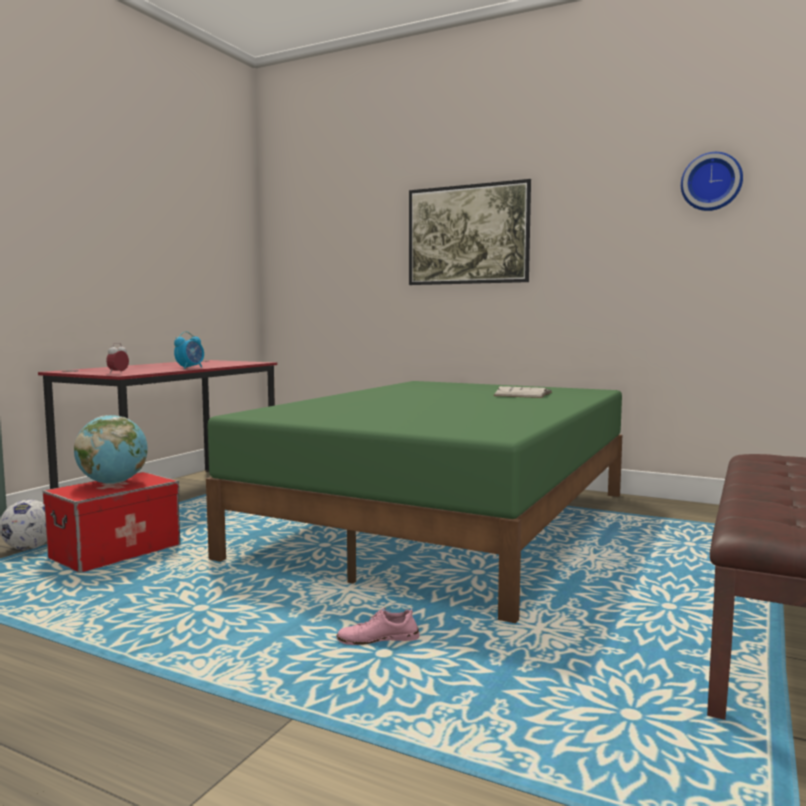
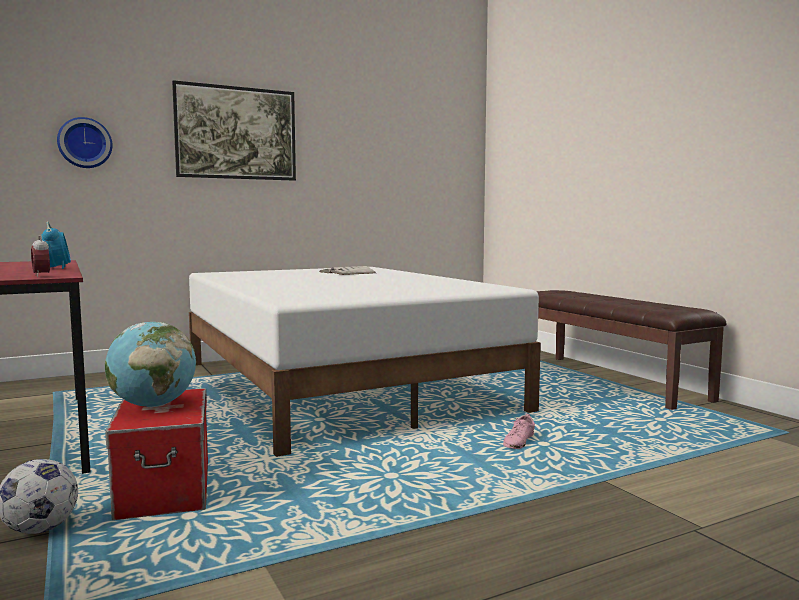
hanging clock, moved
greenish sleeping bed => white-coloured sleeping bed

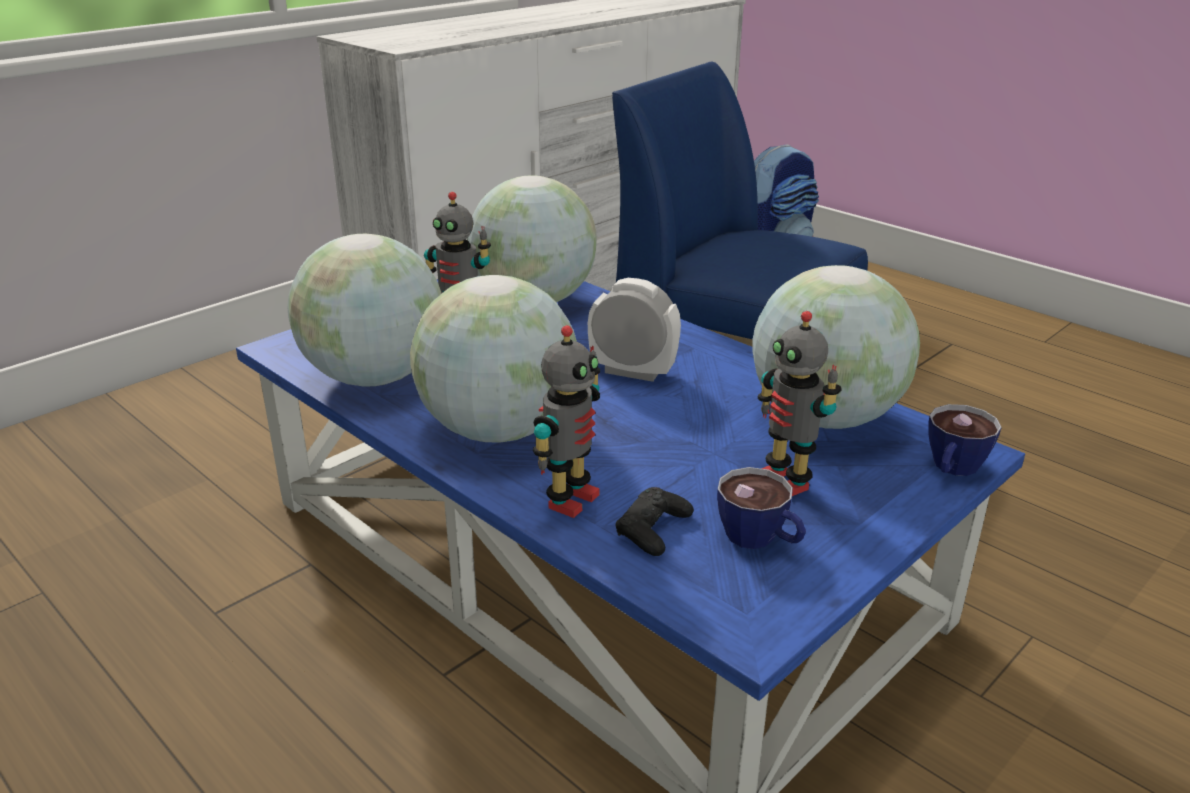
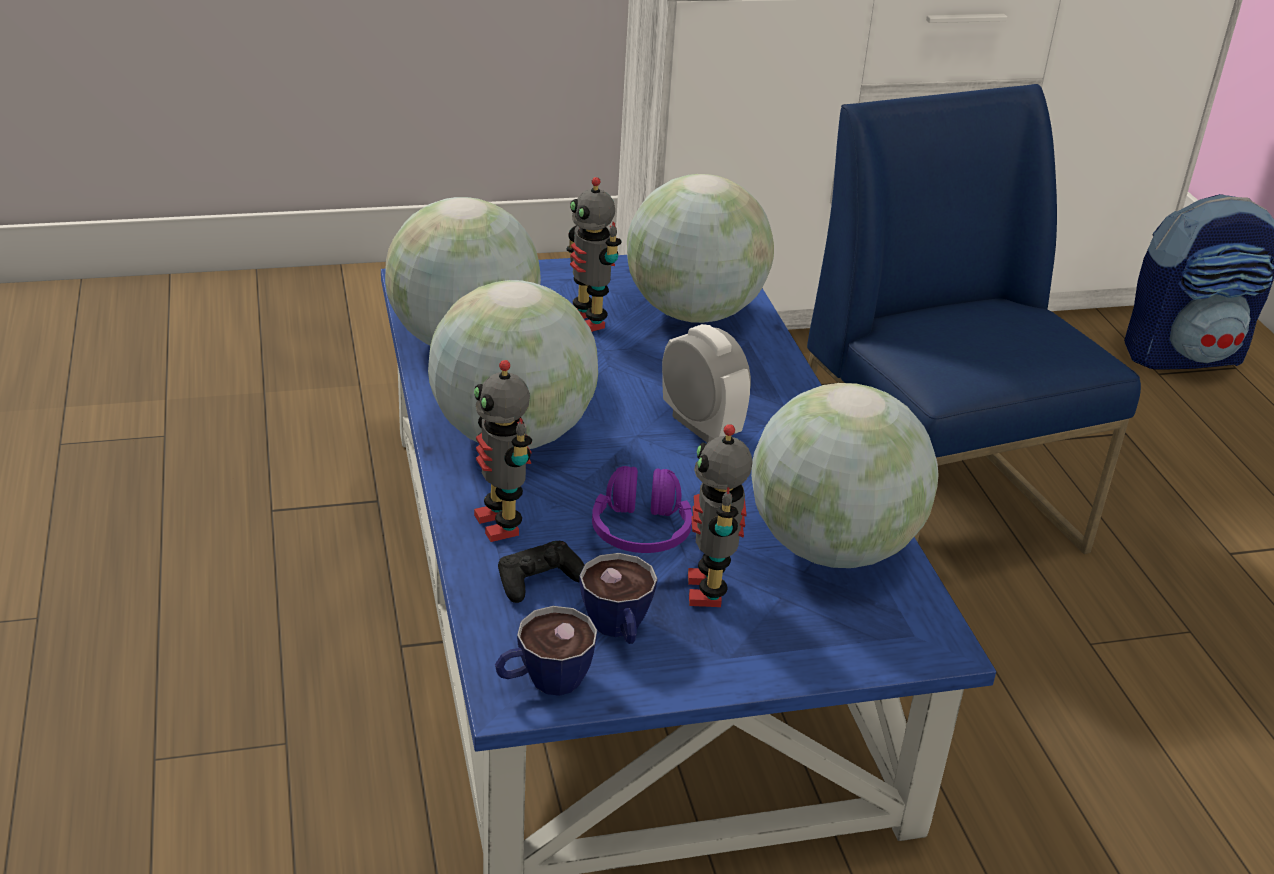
robot figure (2nd from left in the first image) => robot figure (1st from left), 90 degrees clockwise
drinking cup (2nd from left in the first image) => drinking cup (1st from left), moved
nothing => purplish headset

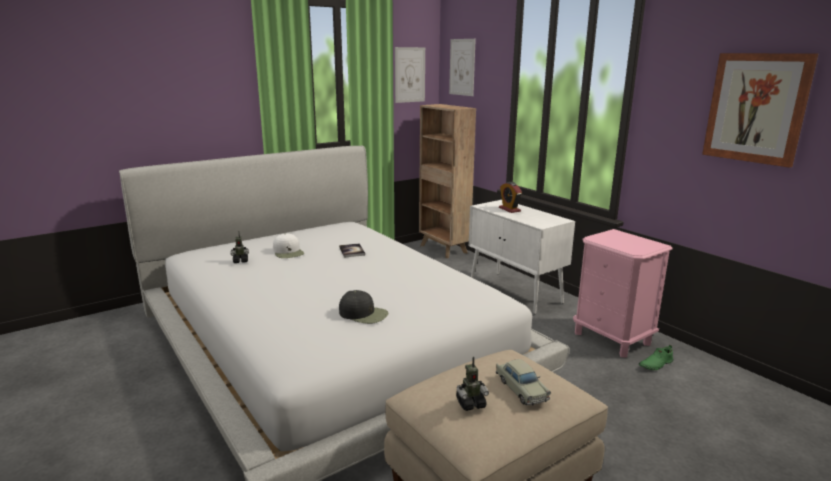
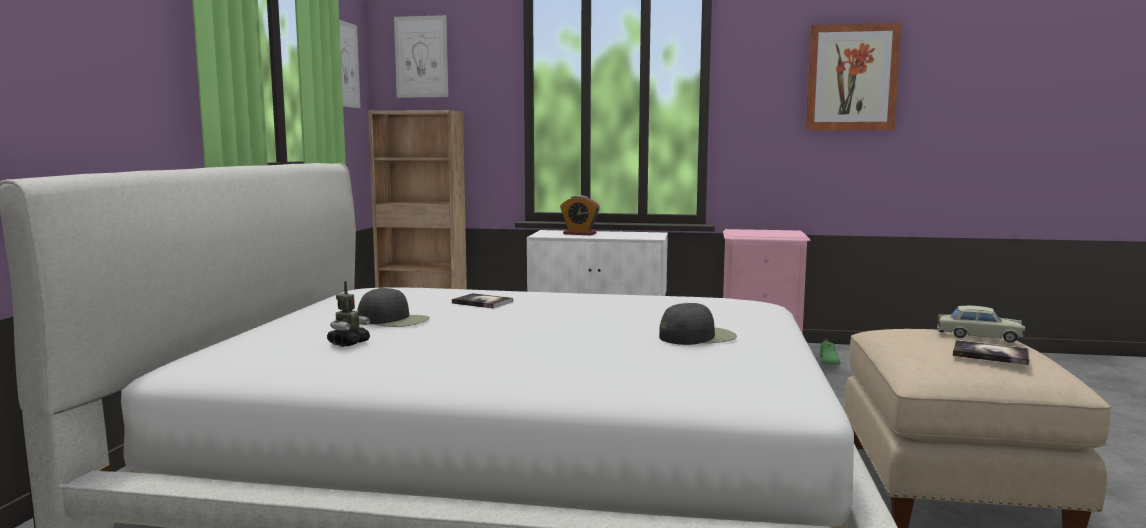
white-coloured baseball cap => black baseball cap (1st from left)
robot figure (2nd from left) => book (2nd from left)

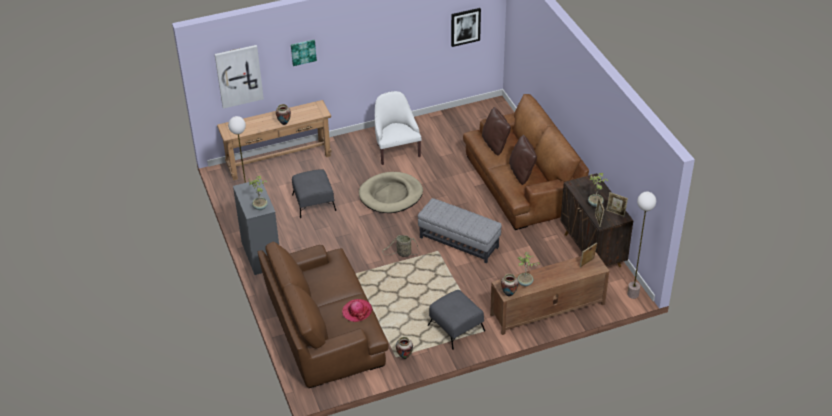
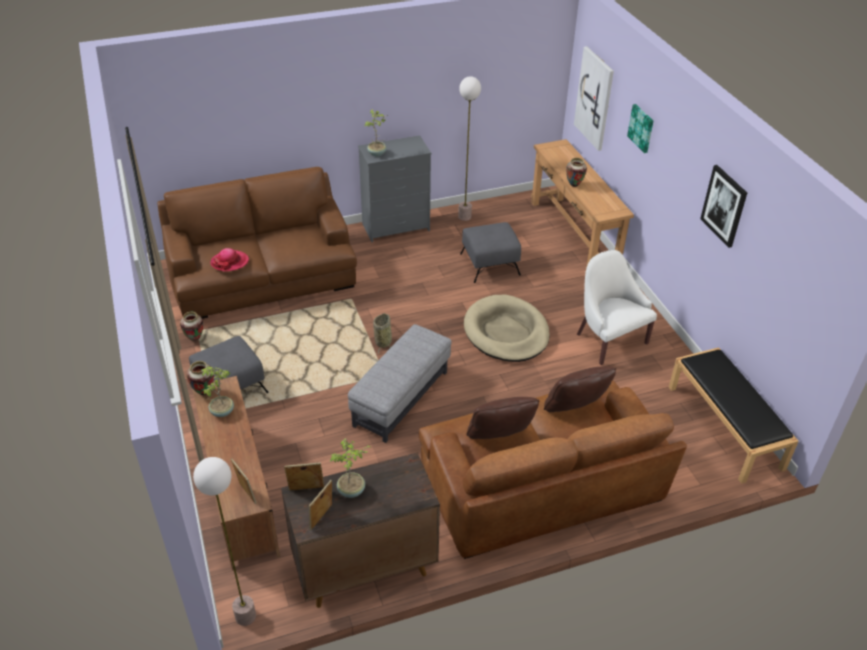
wall picture (3rd from left), moved
white-coloured armchair, 105 degrees counterclockwise
nothing => black indoor bench

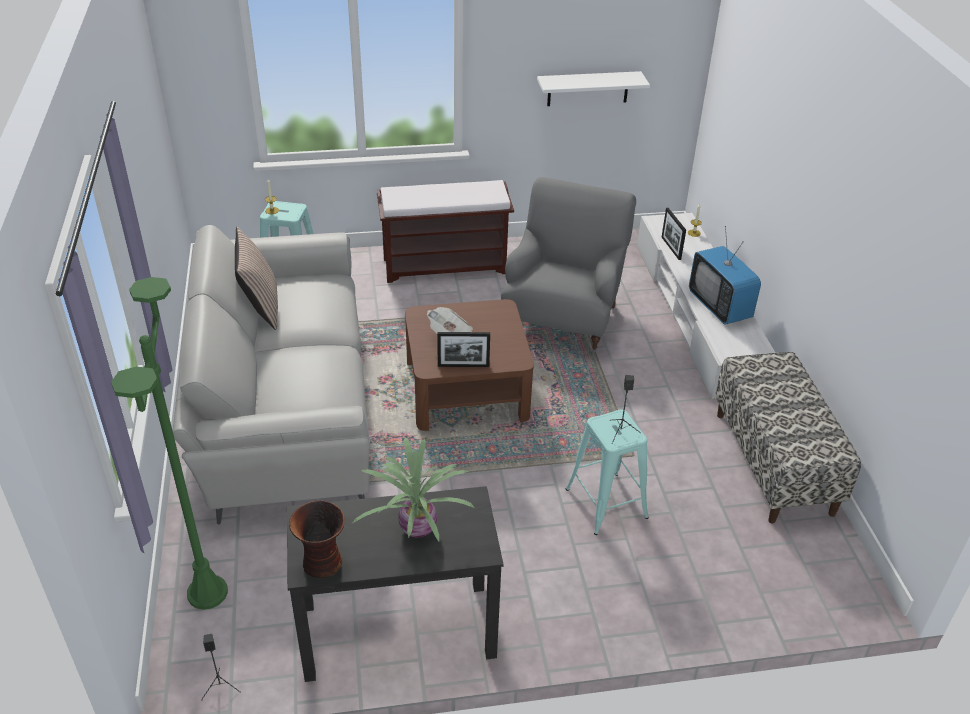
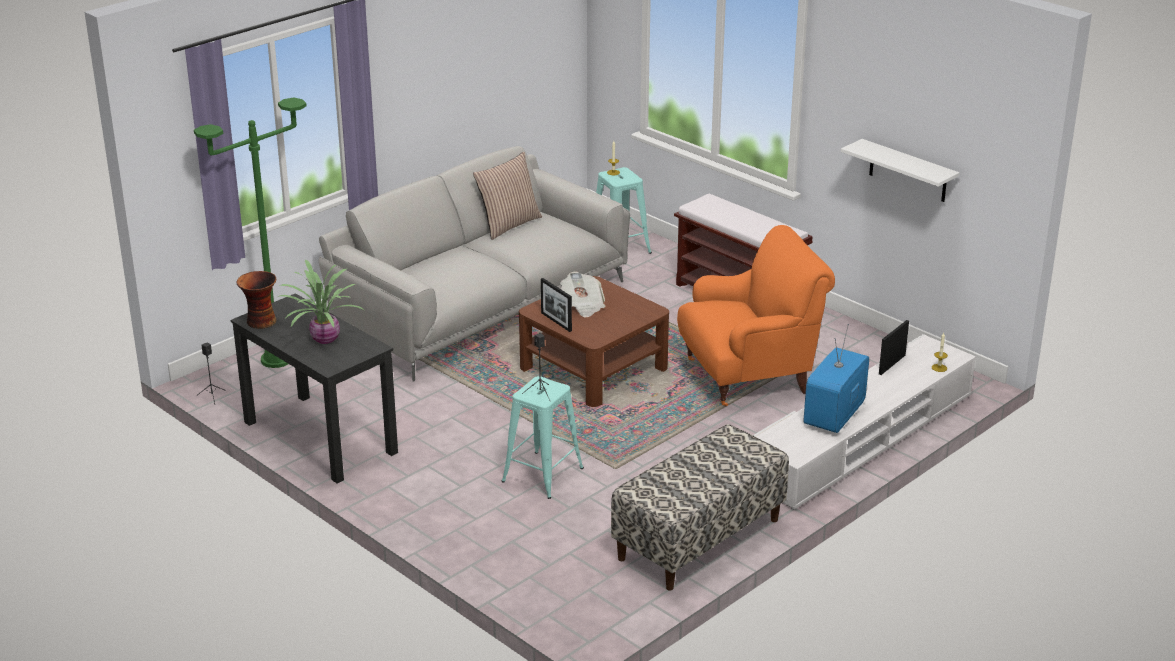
grey armchair => orange-coloured armchair

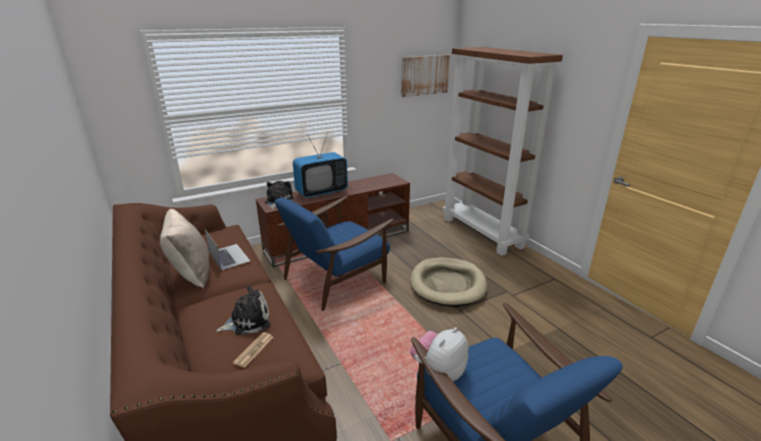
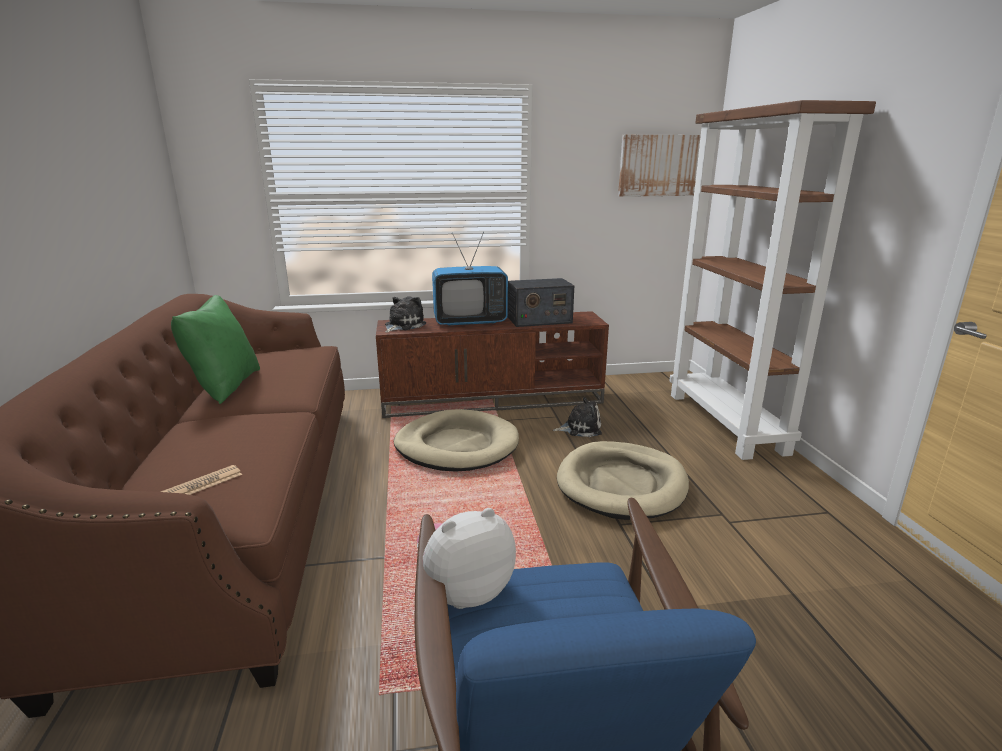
blue-coloured armchair (1st from left) => beige-coloured dog bed (1st from left)
beige-coloured pillow => greenish pillow
notebook computer => nothing
plush toy (1st from left in the first image) => plush toy (3rd from left), moved
nothing => radio receiver

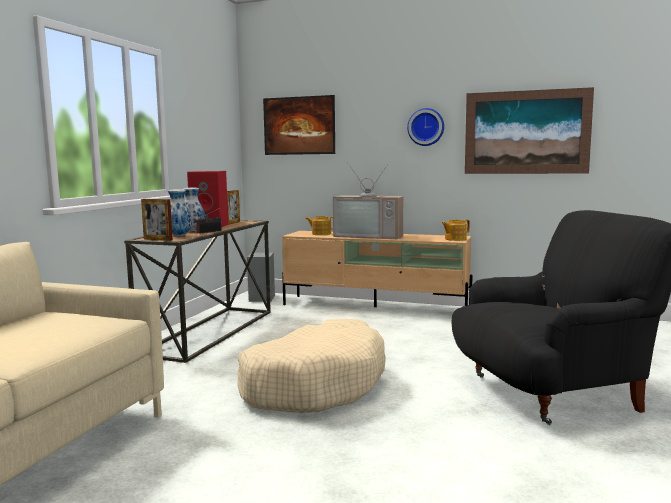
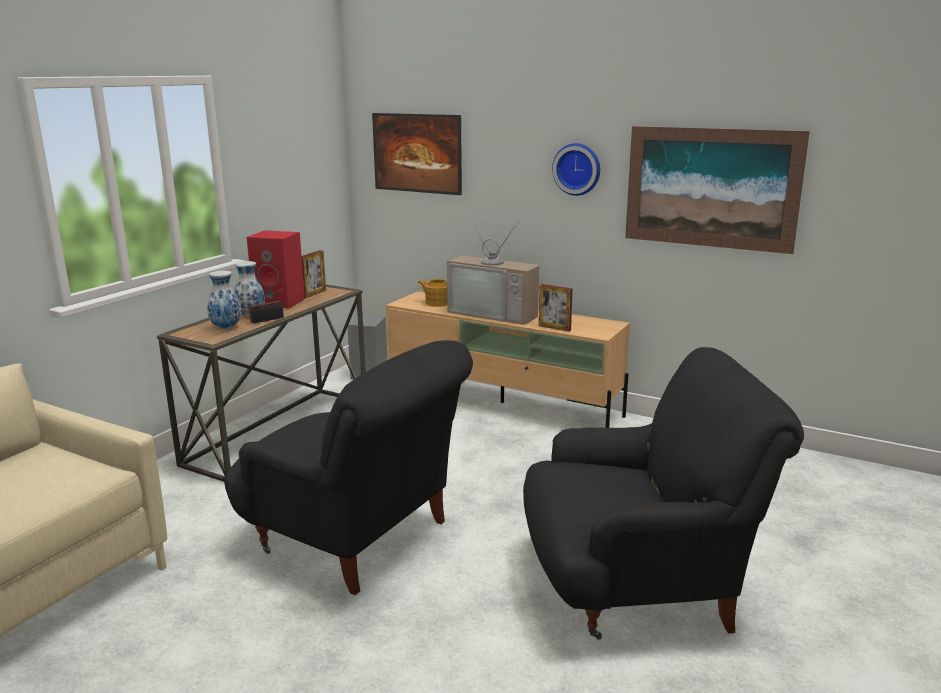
picture frame (1st from left in the first image) => picture frame (2nd from left), moved
pot for tea (2nd from left) => nothing
beige-coloured dog bed => black armchair (1st from left)

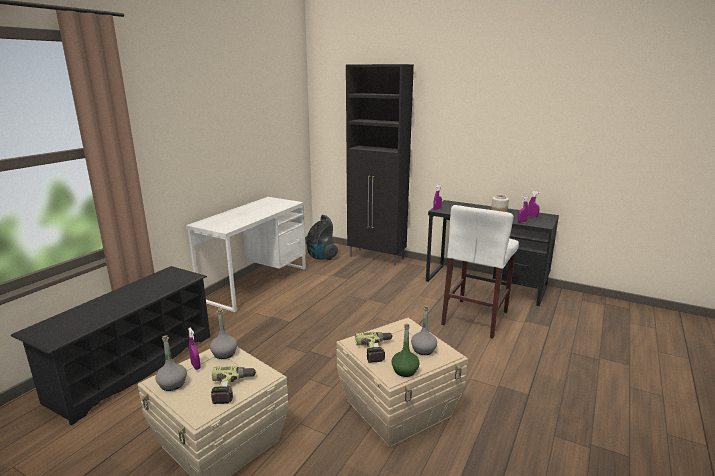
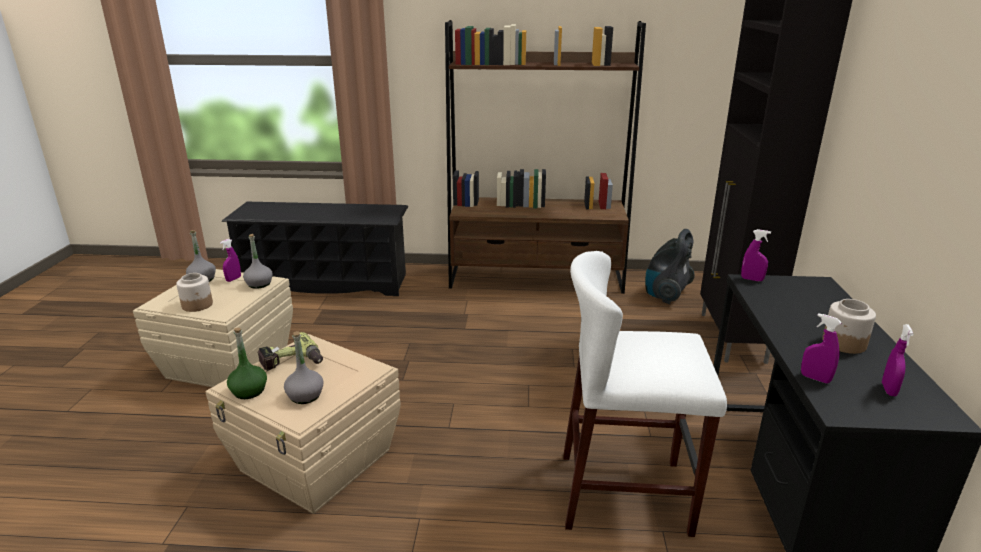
white-coloured desk table => brownish bookshelf
electric drill (1st from left) => preserve jar (1st from left)

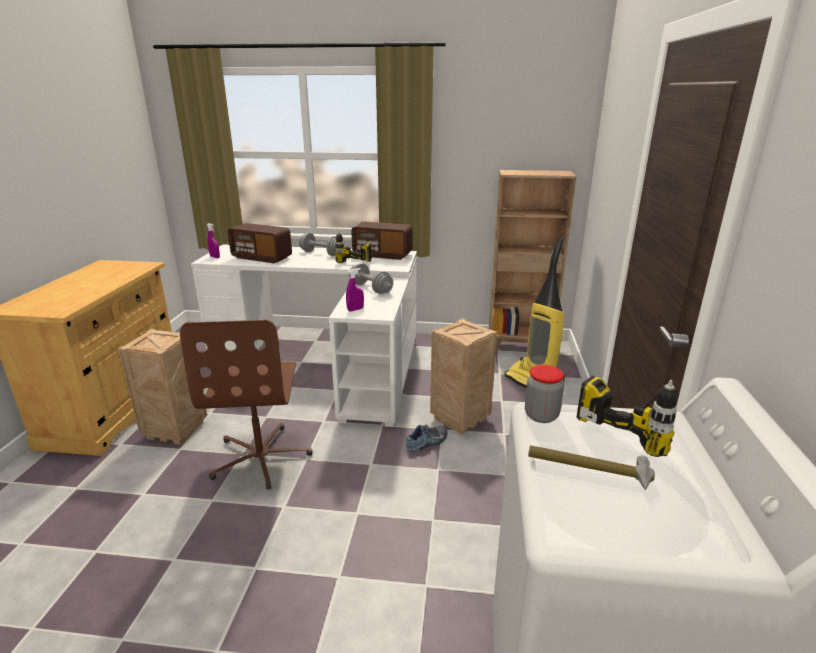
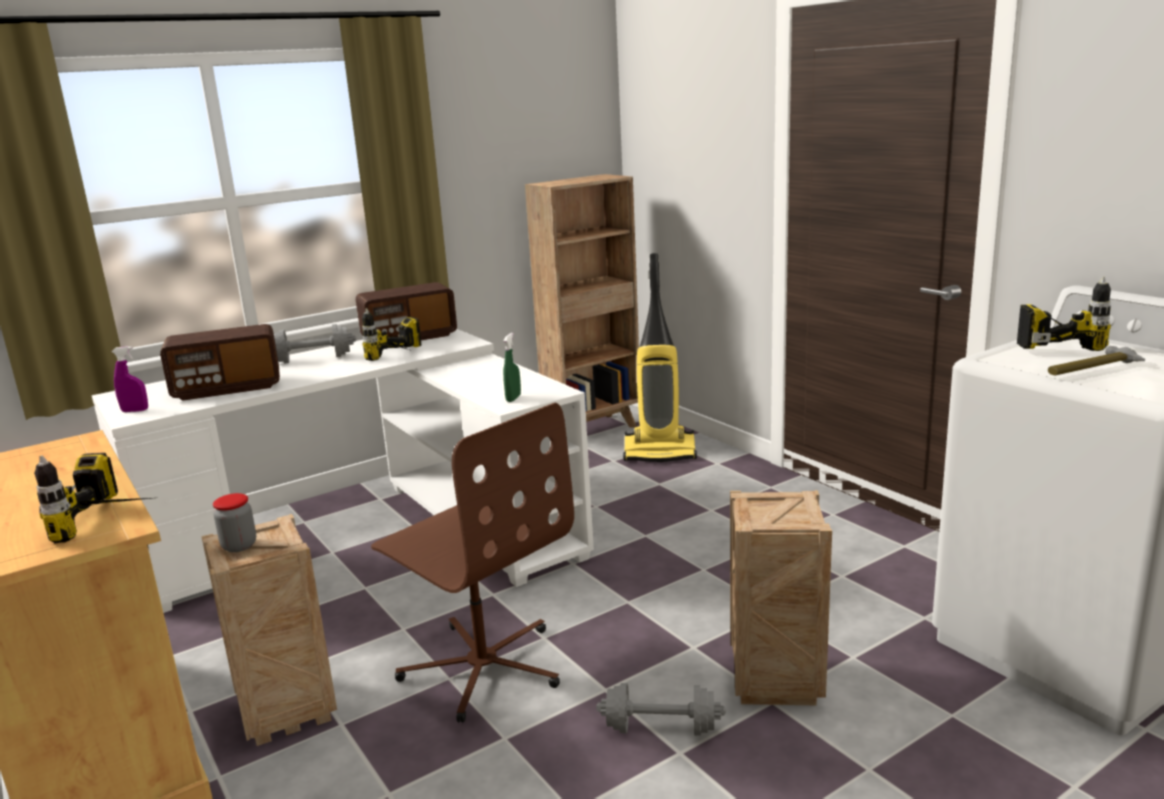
grey dumbbell (2nd from left), moved
purplish sprayer (2nd from left) => greenish sprayer
packing crate (2nd from left), moved
preserve jar, moved
shoe => nothing
nothing => electric drill (1st from left)

